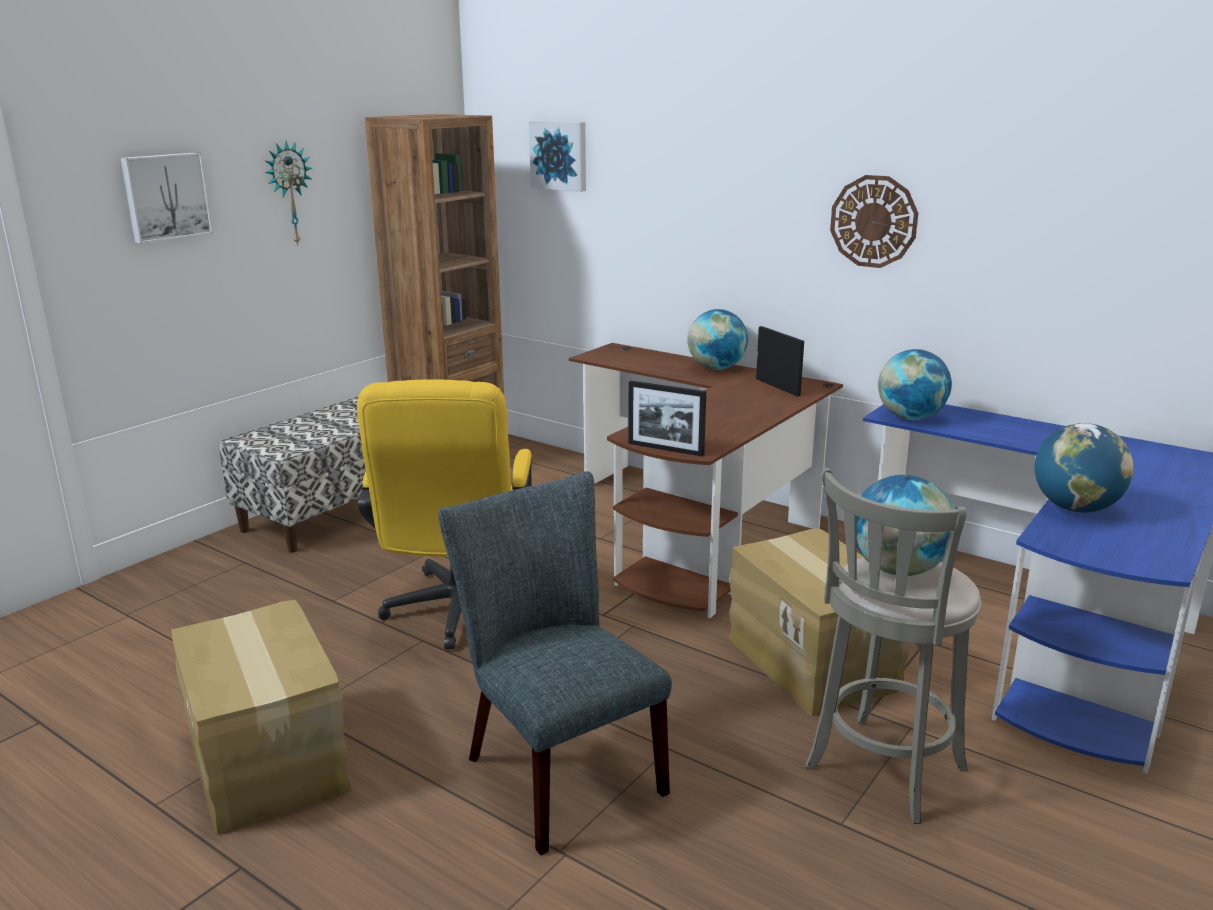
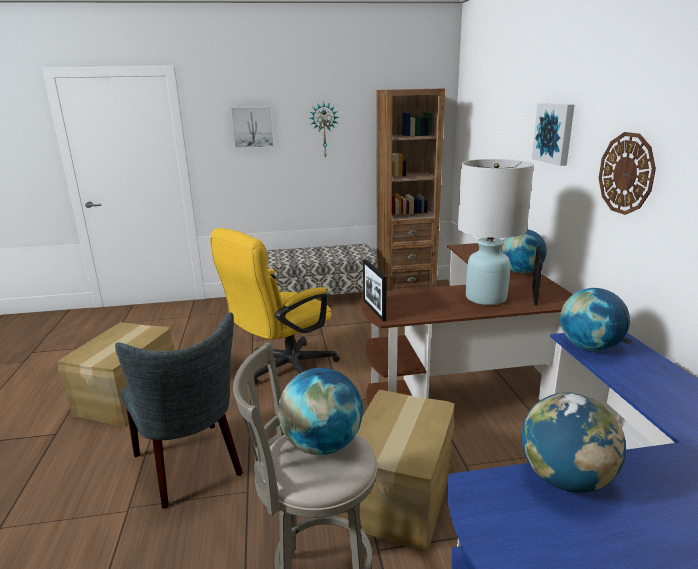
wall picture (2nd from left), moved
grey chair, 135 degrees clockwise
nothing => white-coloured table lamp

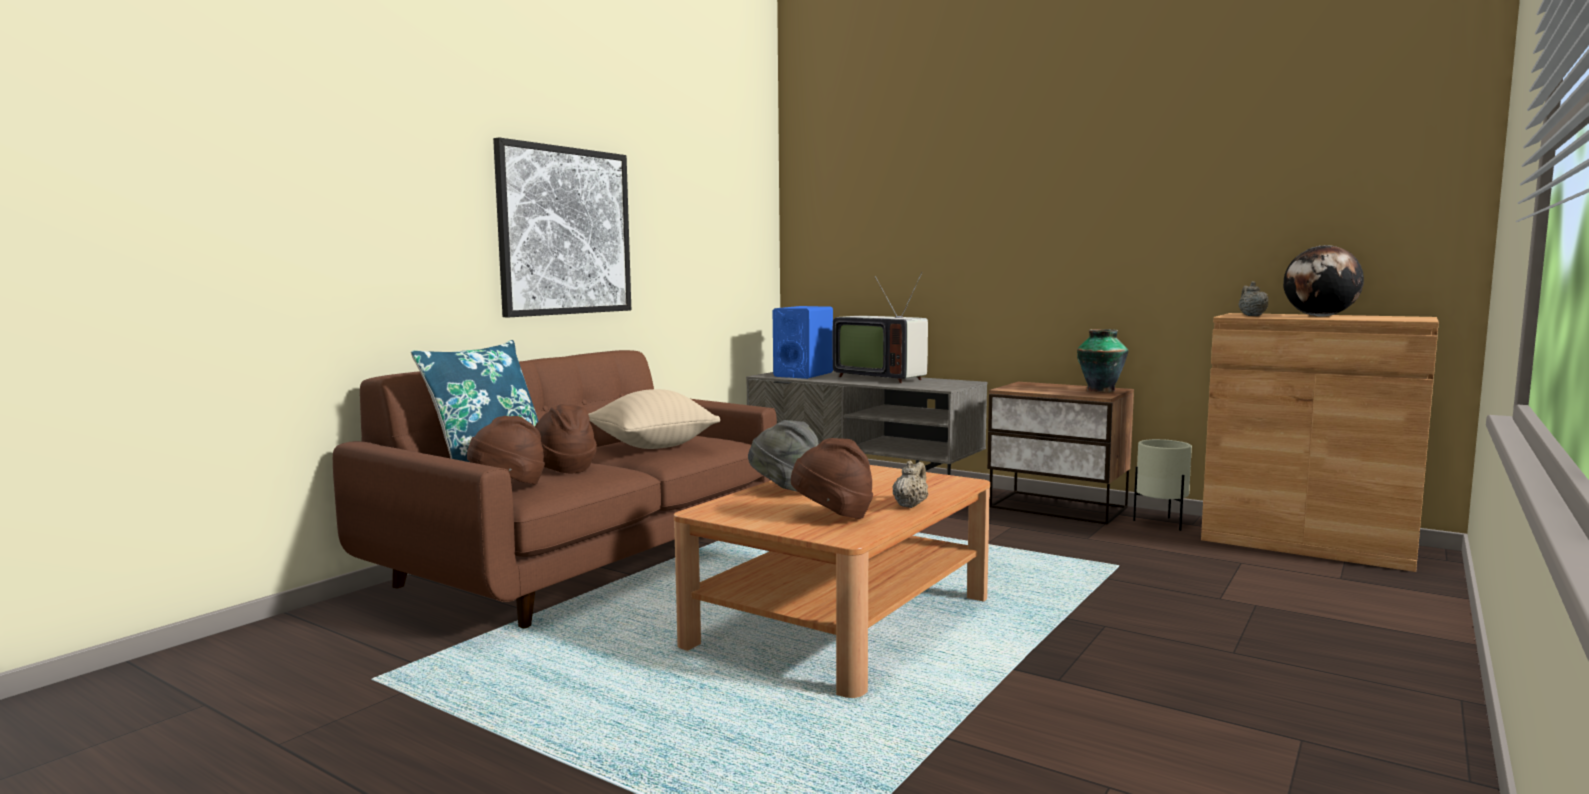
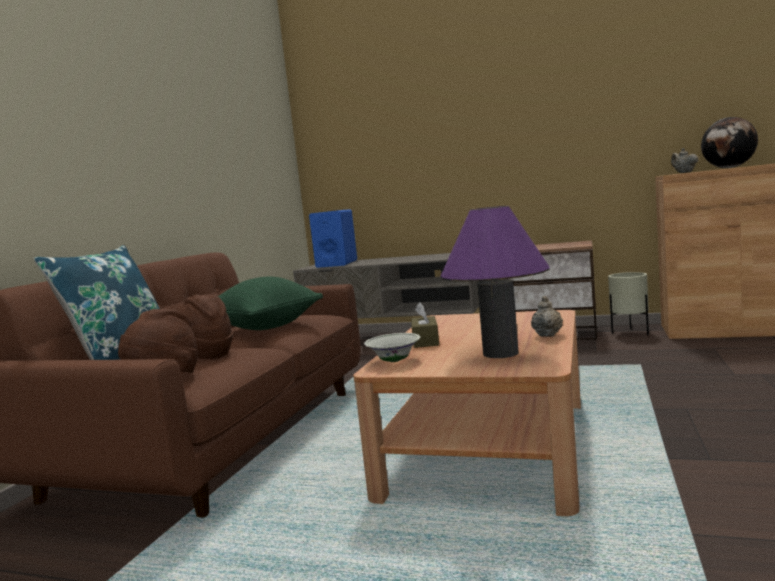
wall picture => nothing
television => nothing
vase => nothing
beige-coloured pillow => greenish pillow
grey wearable hat => brownish box of tissues
brownish wearable hat (3rd from left) => purplish table lamp
nothing => white-coloured serving bowl

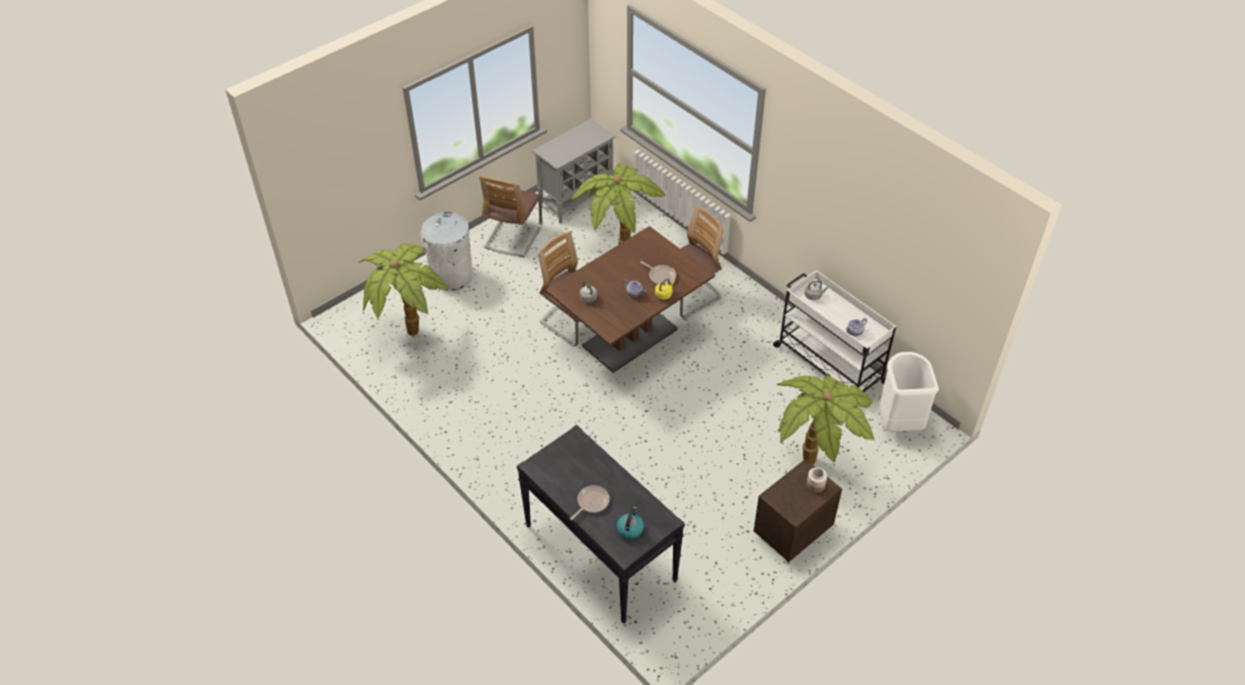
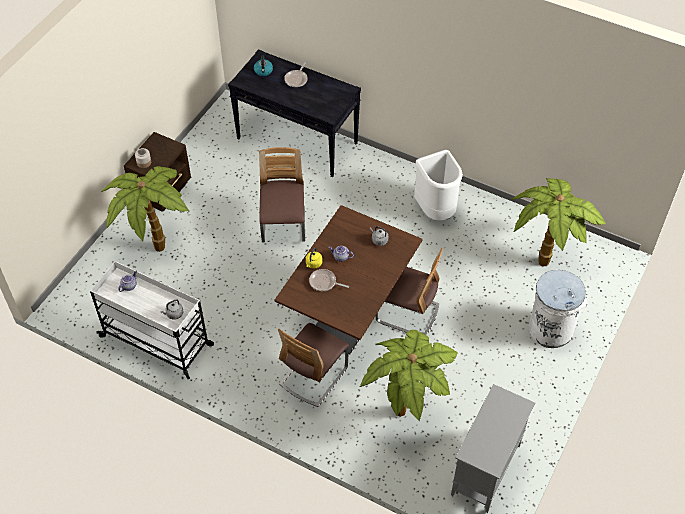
chair (1st from left), moved
white-coloured trash can (2nd from left in the first image) => white-coloured trash can (1st from left), moved

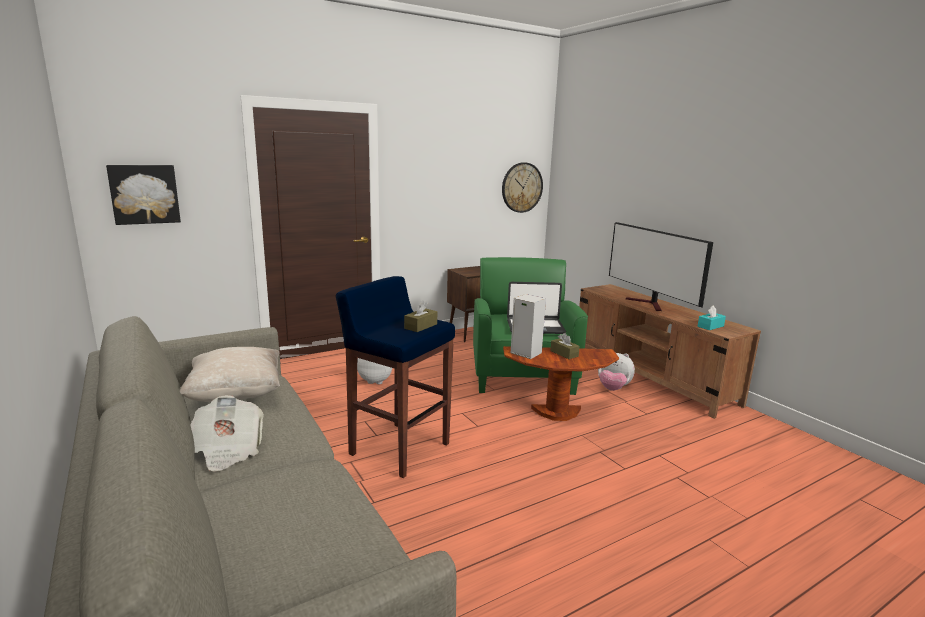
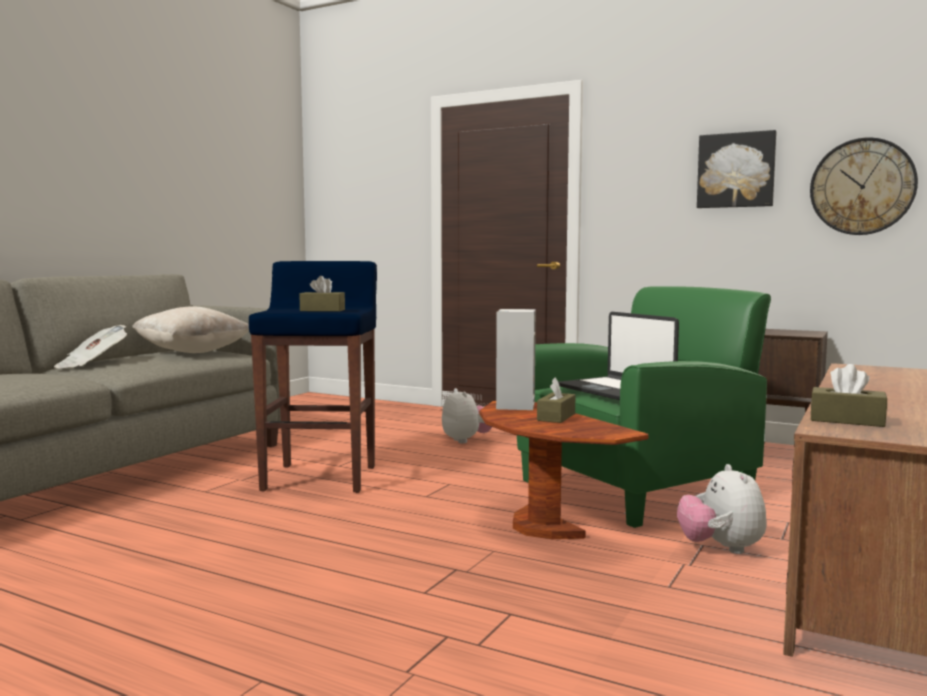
wall picture, moved
television => nothing
blue-green box of tissues => brownish box of tissues (3rd from left)

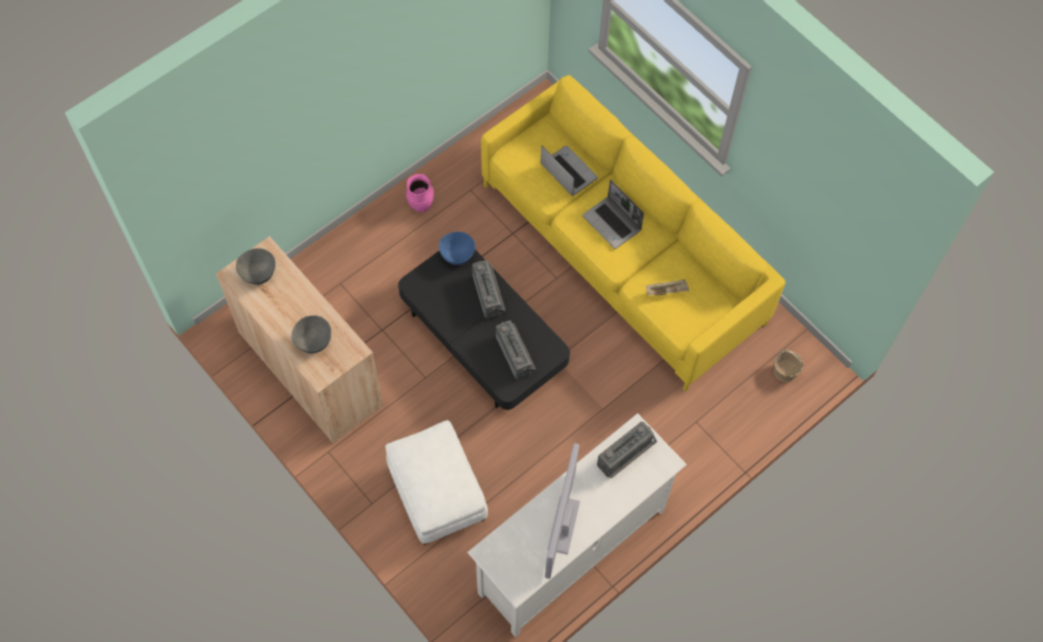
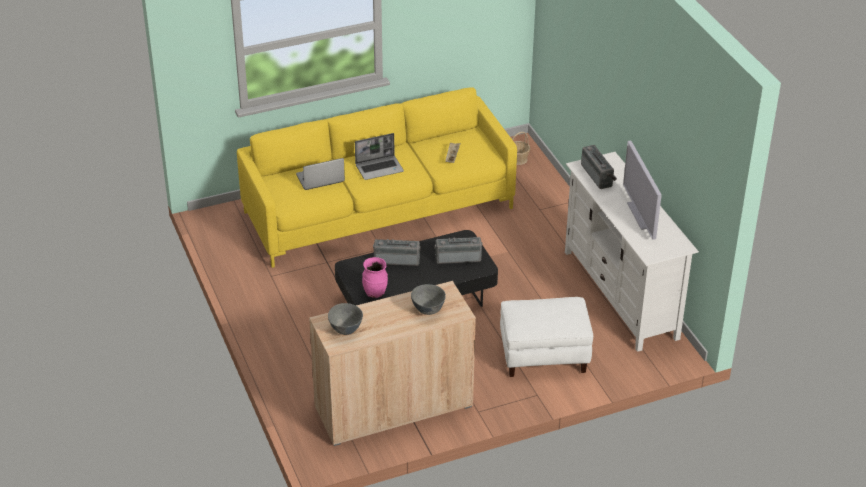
pink vase, moved
blue-coloured serving bowl => nothing
television, 45 degrees clockwise

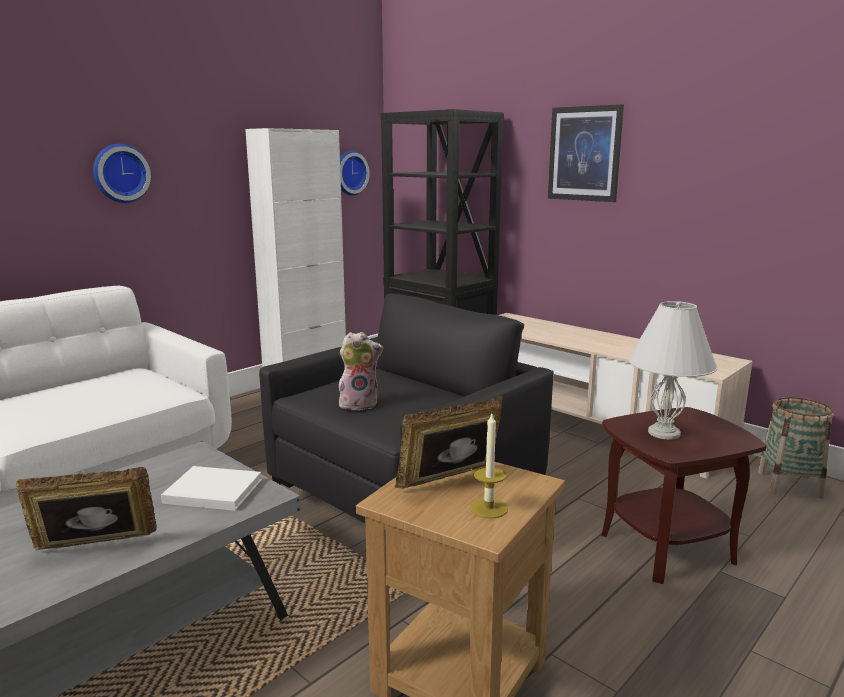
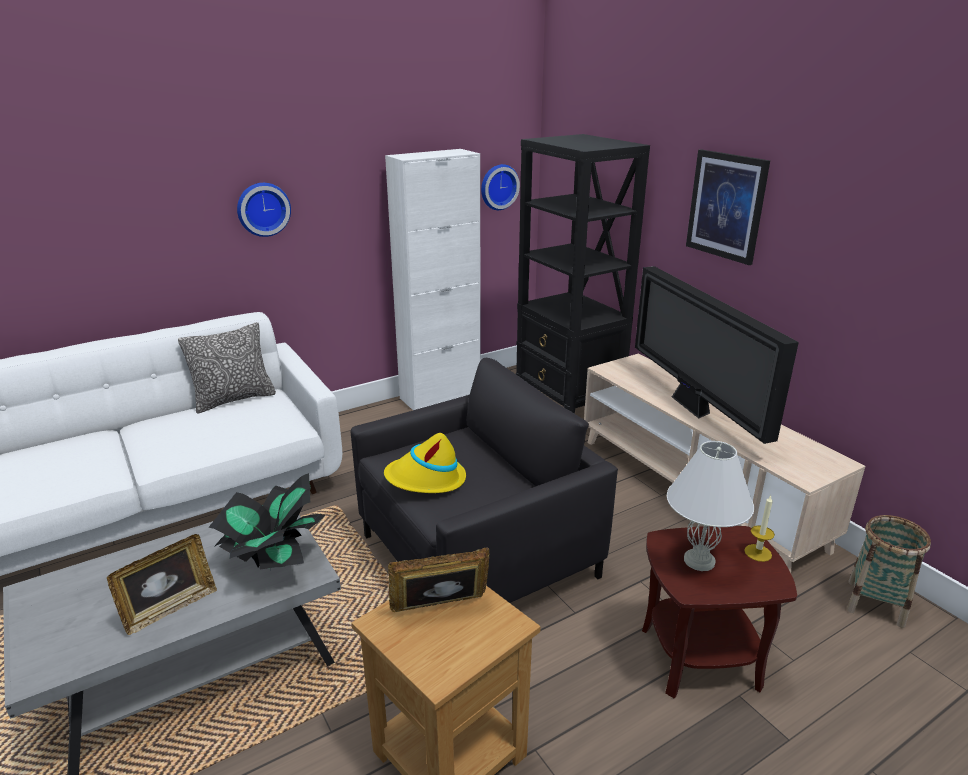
plush toy => yellow-coloured wearable hat
wax light, moved
white-coloured book => houseplant
picture frame (1st from left), 135 degrees clockwise
nothing => television
nothing => pillow

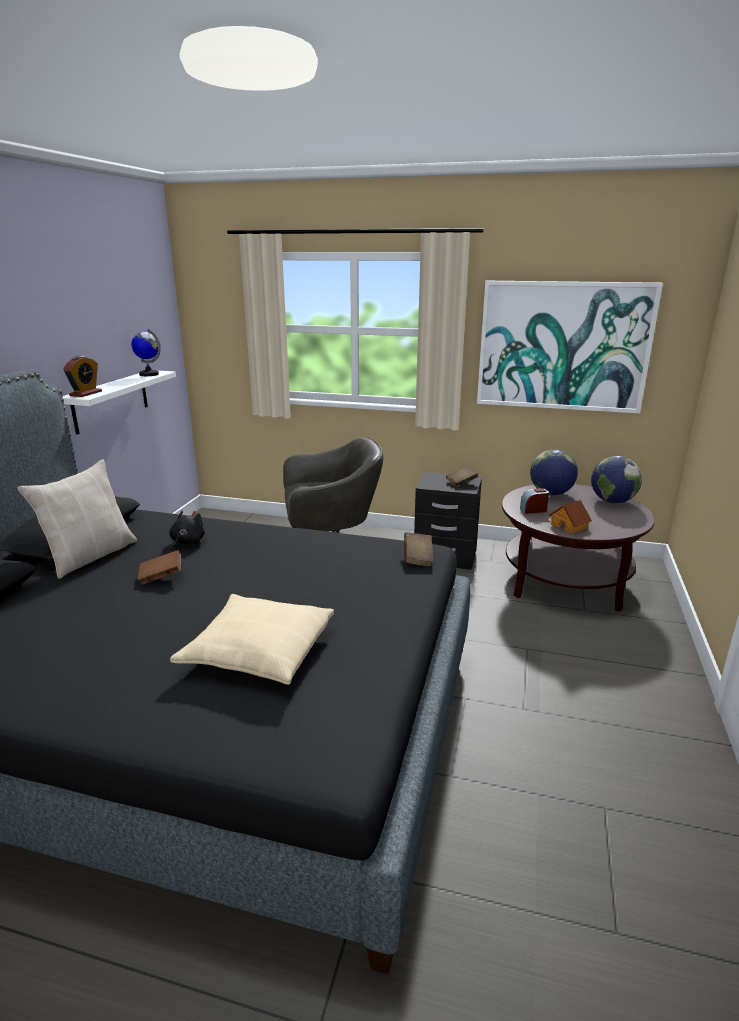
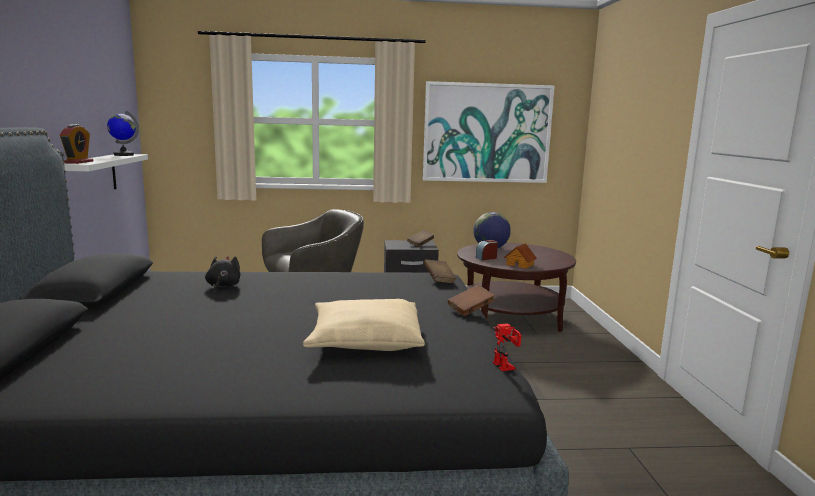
world globe (3rd from left) => nothing
beige-coloured pillow (1st from left) => nothing
brownish book (1st from left in the first image) => brownish book (3rd from left), moved
nothing => robot figure

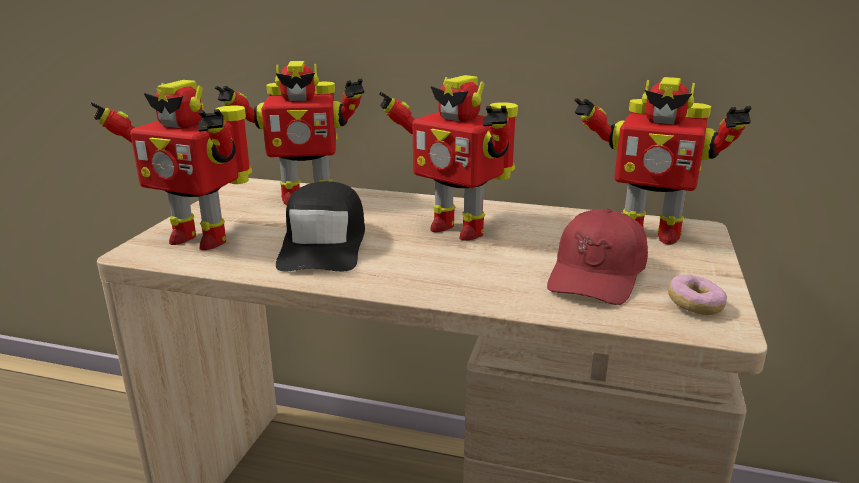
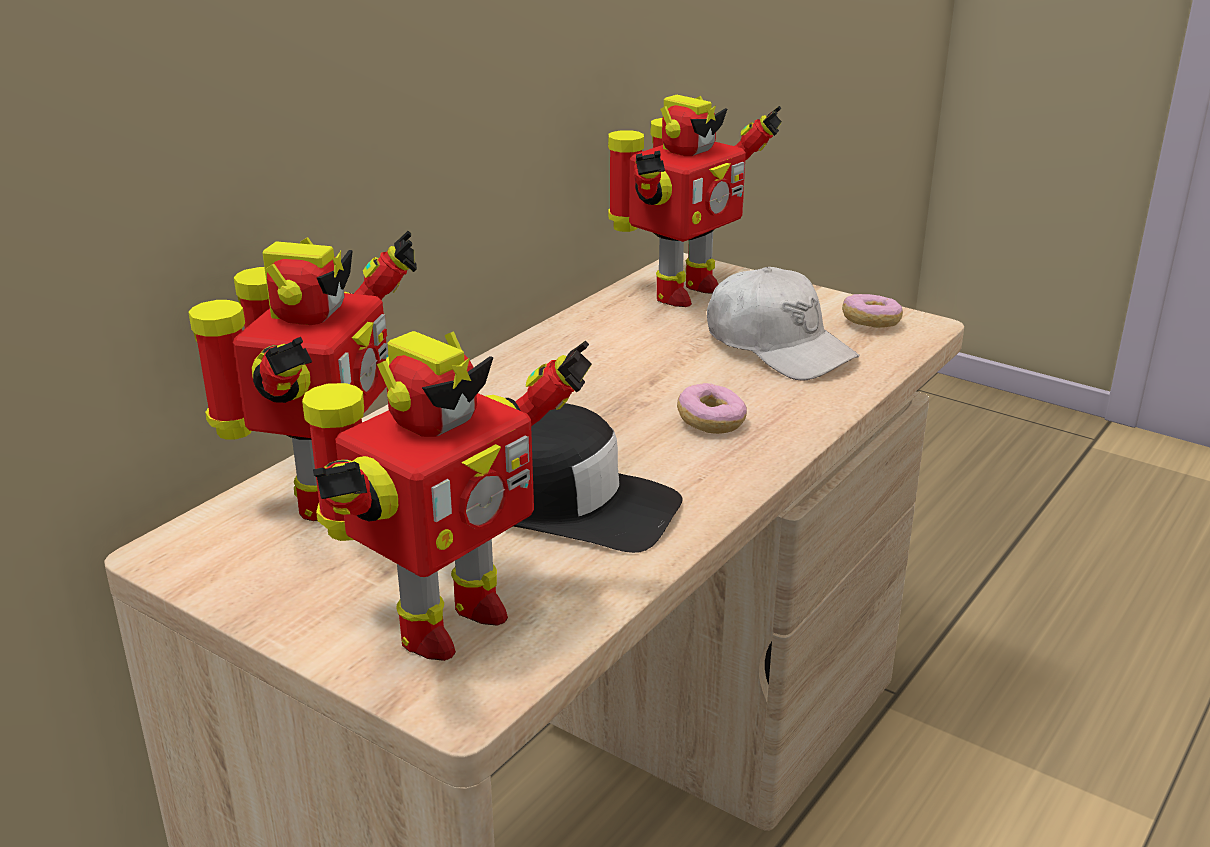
robot figure (3rd from left) => nothing
reddish baseball cap => white-coloured baseball cap
nothing => donut (1st from left)

